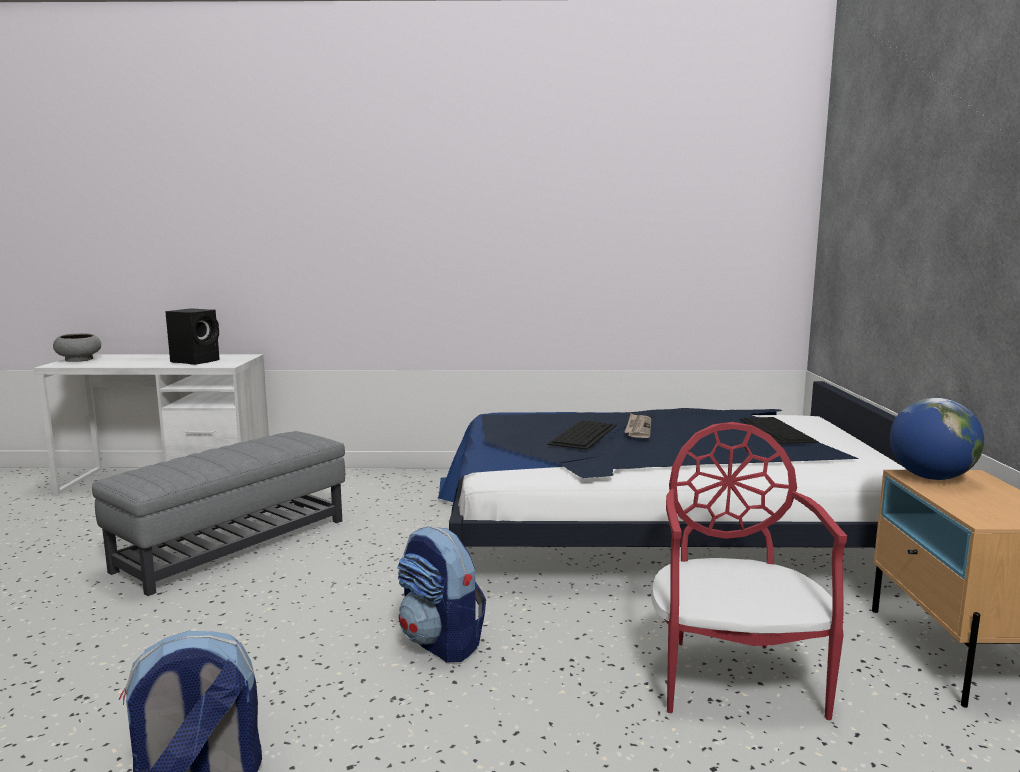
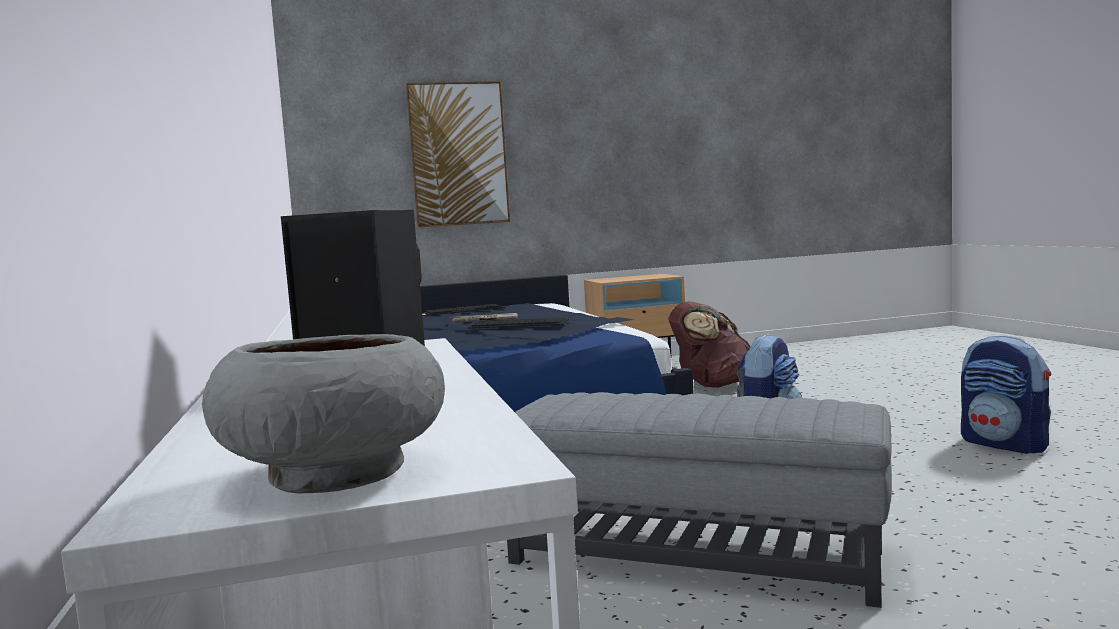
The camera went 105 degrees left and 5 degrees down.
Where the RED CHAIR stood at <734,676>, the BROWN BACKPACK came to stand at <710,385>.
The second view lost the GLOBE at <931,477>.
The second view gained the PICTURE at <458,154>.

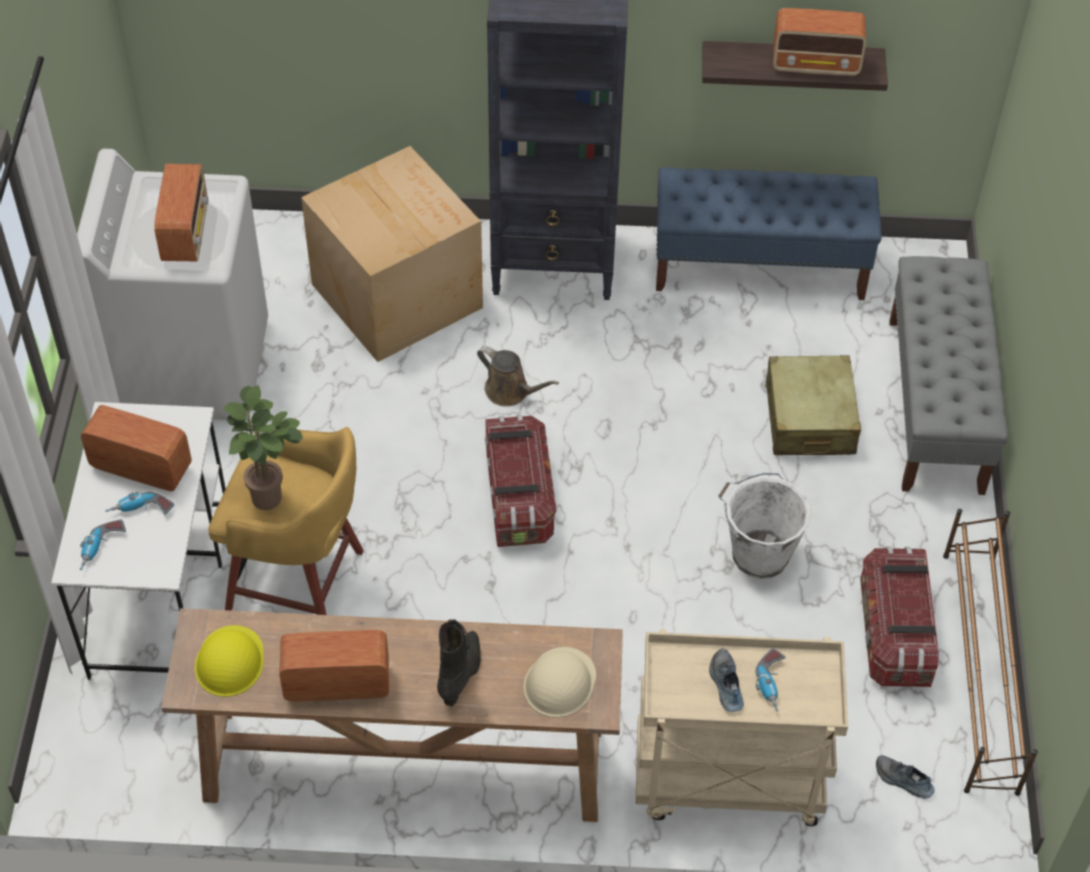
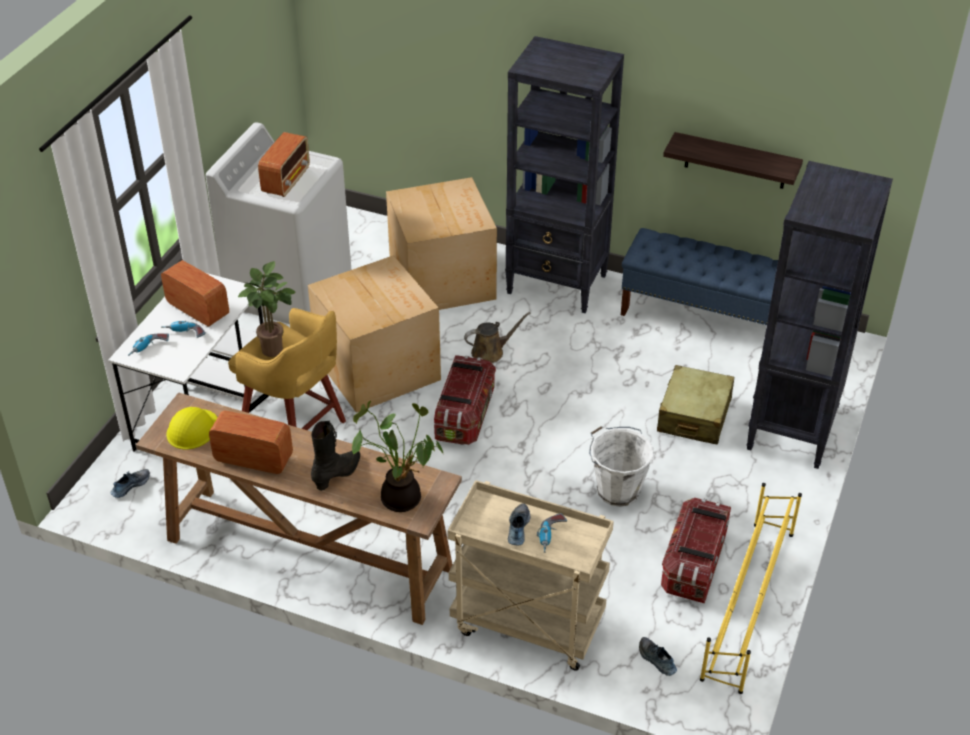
The camera went 20 degrees right and 10 degrees down.
The BROWN WATERING CAN at <510,391> ended up facing another way, 75 degrees counterclockwise from before.
Where the BEIGE HARD HAT stood at <559,682>, the POTTED PLANT came to stand at <401,496>.
The second view lost the RADIO at <816,64>.
Where the GREY BENCH stood at <935,405>, the BLACK BOOKCASE came to stand at <792,429>.
What was the BROWN SHOE RACK at <979,671> turned into the YELLOW SHOE RACK at <747,604>.
The second view gained the SHOE at <130,485>.
The second view gained the CARDBOARD BOX at <378,366>.

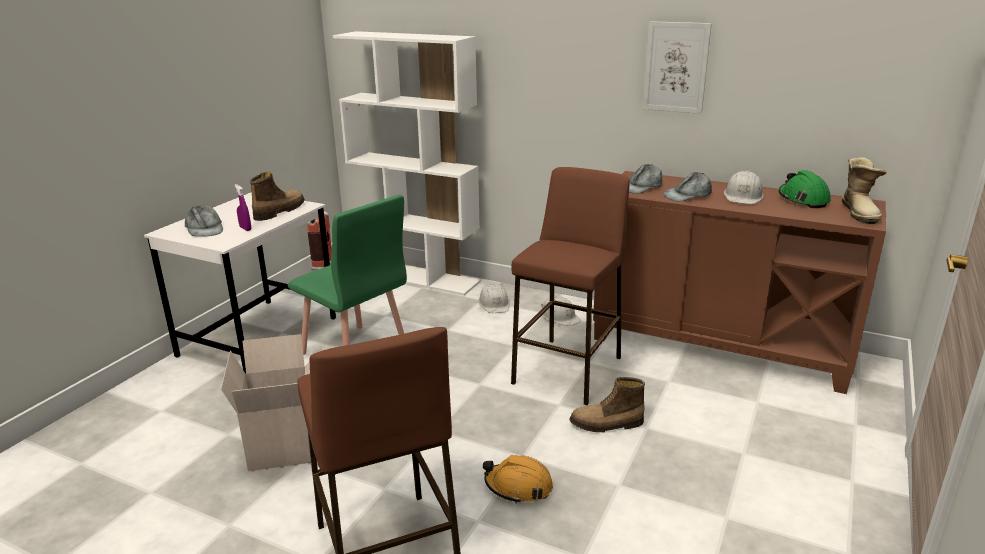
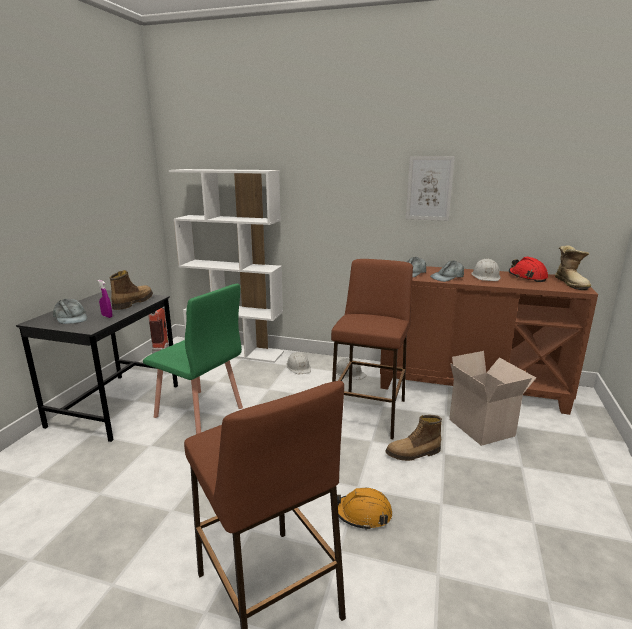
The camera went 10 degrees left and 5 degrees down.
What was the WHITE DESK at <259,336> turned into the BLACK DESK at <116,405>.
The CARDBOARD BOX ended up elsewhere, having gone from <285,445> to <483,427>.
What was the GREEN HARD HAT at <803,199> turned into the RED HARD HAT at <527,277>.

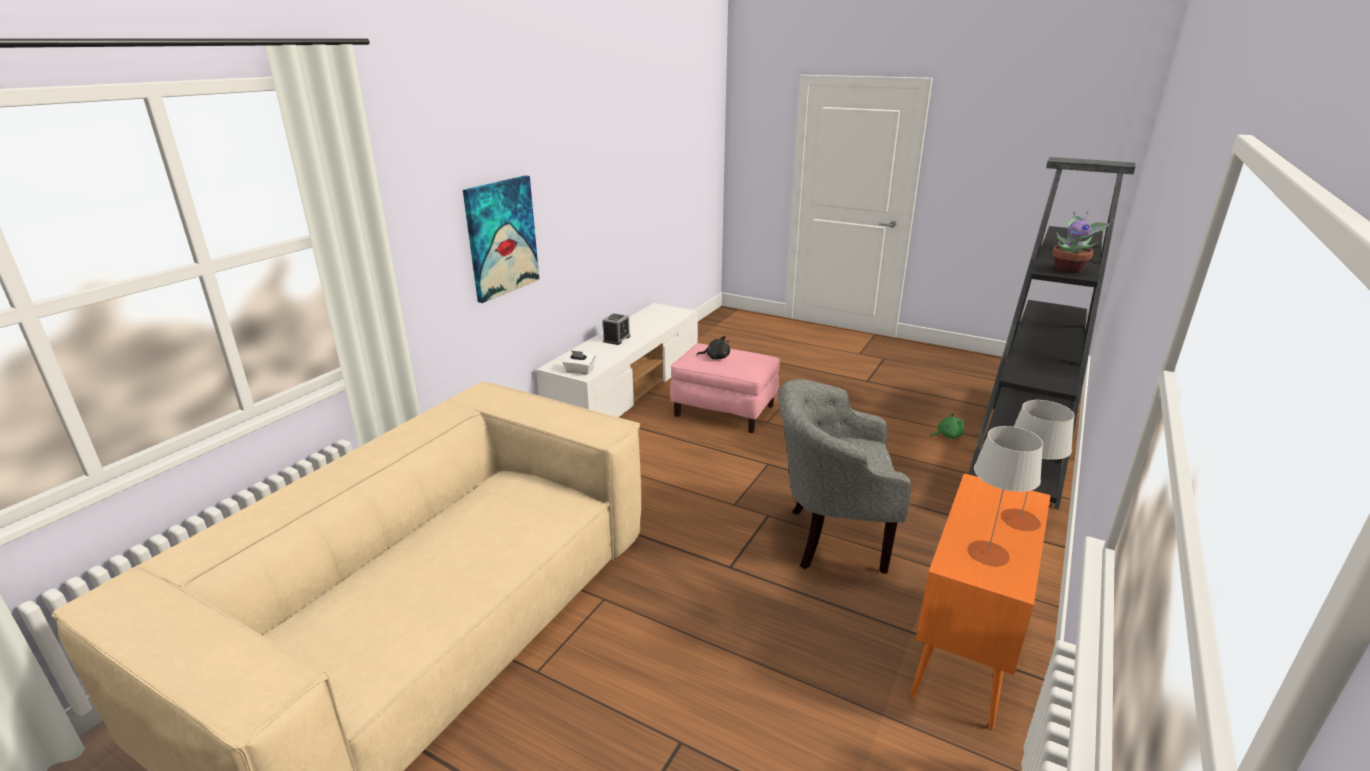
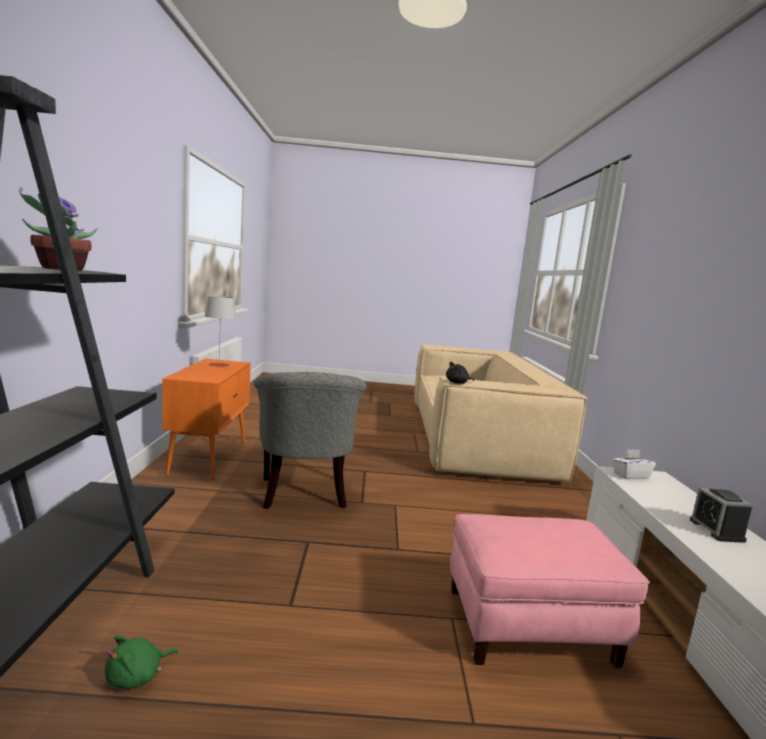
The camera went 150 degrees right and 15 degrees down.
The second view lost the PICTURE at <501,237>.
The BLACK PLUSH TOY ended up elsewhere, having gone from <716,357> to <458,383>.
The GREY ARMCHAIR at <829,539> ended up facing another way, 105 degrees clockwise from before.
The second view lost the GREY TABLE LAMP at <1020,520>.

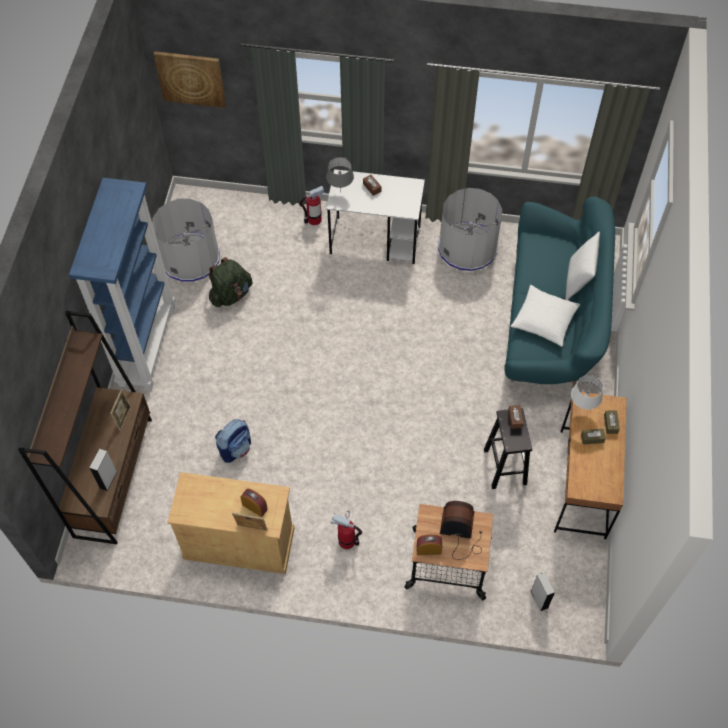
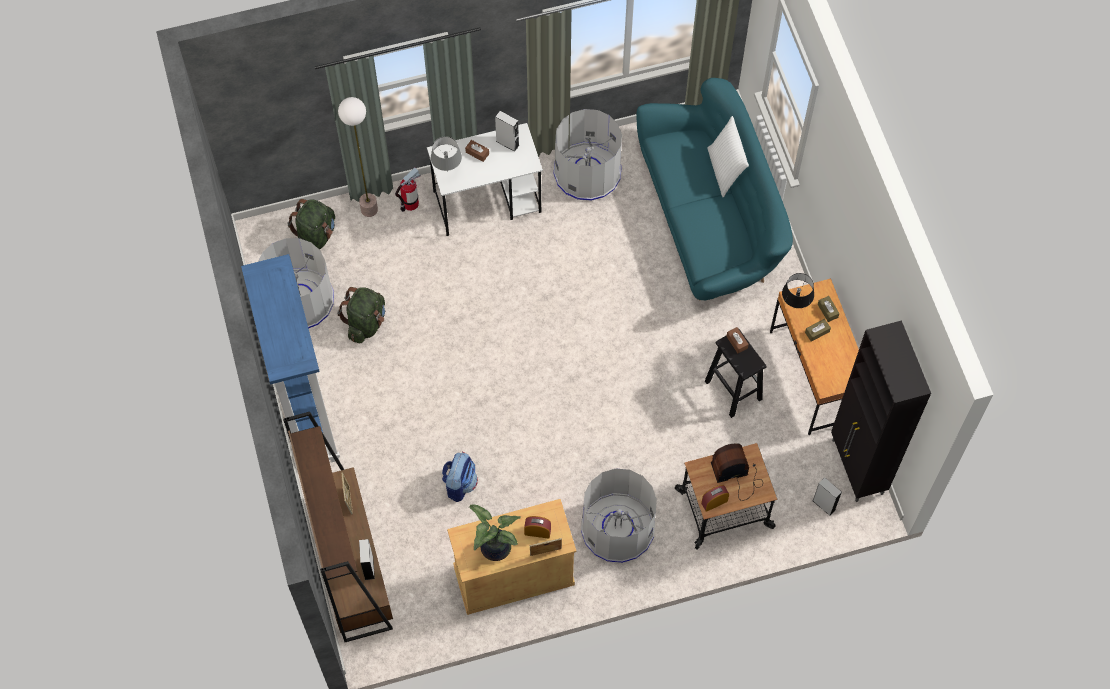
The camera went 25 degrees left and 5 degrees up.
The second view lost the PICTURE at <191,78>.
Where the FIRE EXTINGUISHER stood at <347,541>, the GREY TRASH CAN came to stand at <617,528>.
The second view lost the WHITE PILLOW at <544,320>.
What was the WHITE TABLE LAMP at <582,408> turned into the BLACK TABLE LAMP at <794,306>.
The second view gained the GREEN BACKPACK at <316,236>.
The second view gained the FLOOR LAMP at <369,209>.
The second view gained the POTTED PLANT at <493,548>.
The second view gained the GREY SPEAKER at <507,143>.
The second view gained the BLACK CABINET at <857,468>.

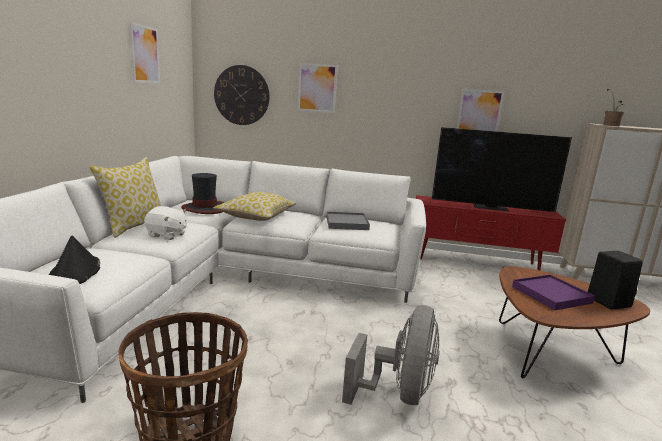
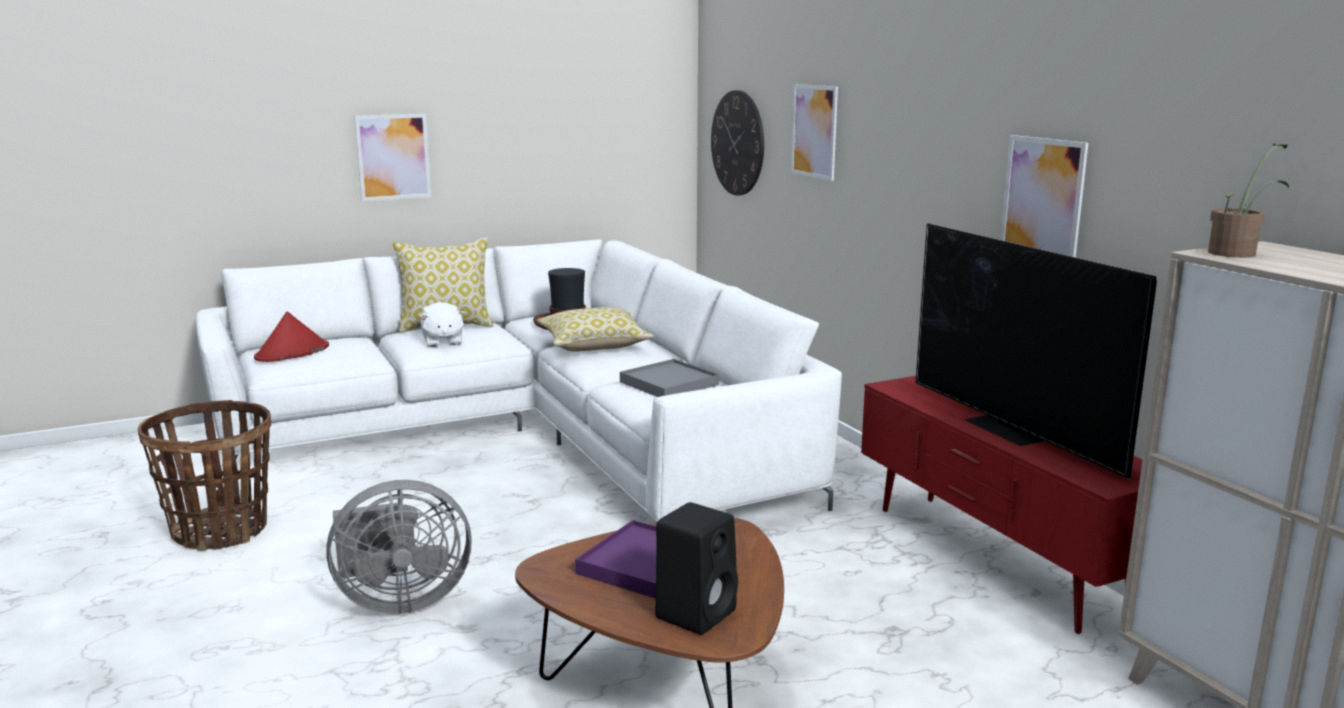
The camera went 55 degrees right and 0 degrees up.
What was the BLACK HAT at <75,272> turned into the RED HAT at <292,352>.
The PICTURE ended up elsewhere, having gone from <145,54> to <393,157>.

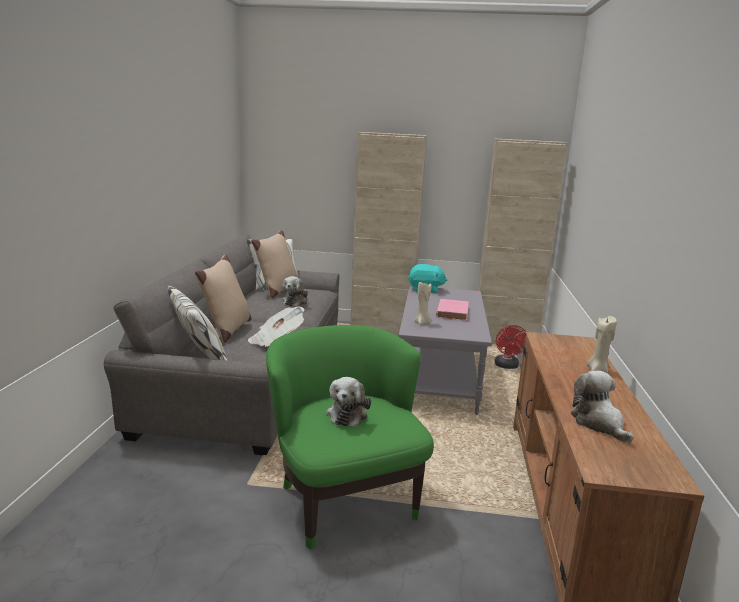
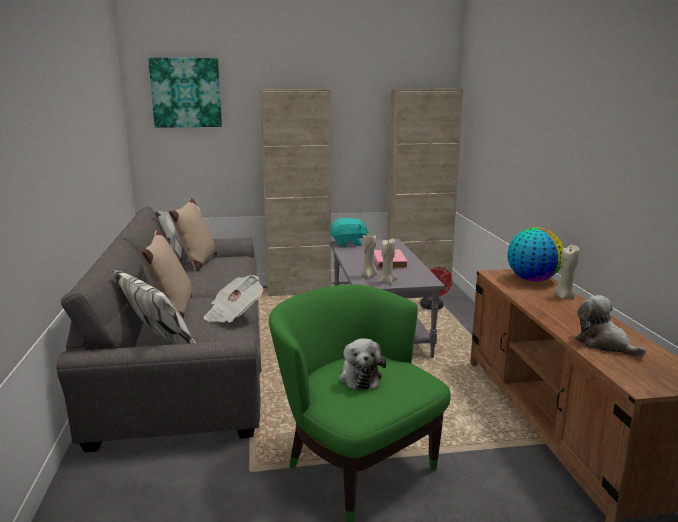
The camera went 15 degrees left and 0 degrees up.
The second view lost the PLUSH TOY at <296,302>.
The second view gained the PICTURE at <186,93>.
The second view gained the BEIGE CANDLE at <386,282>.
The second view gained the GLOBE at <532,280>.

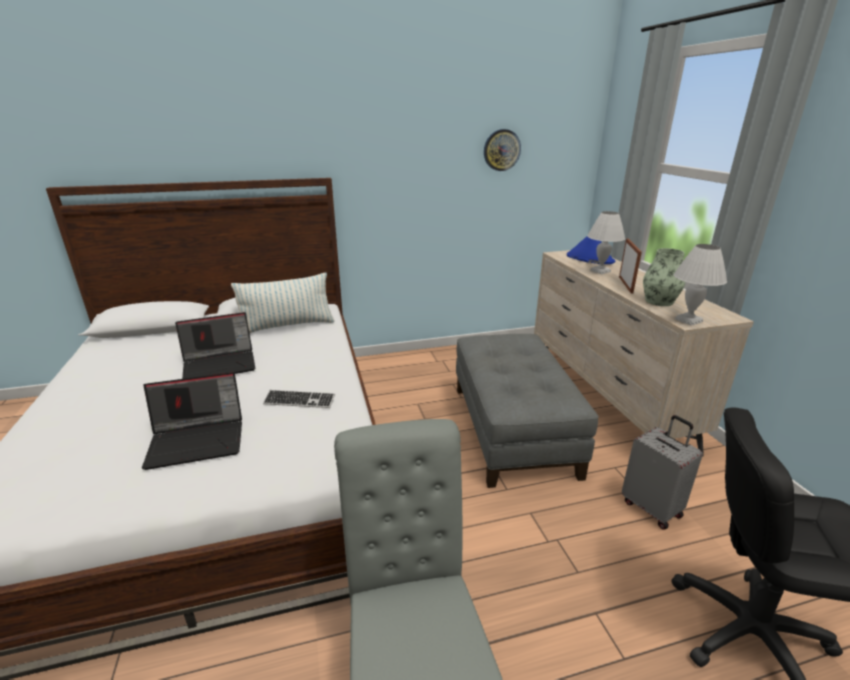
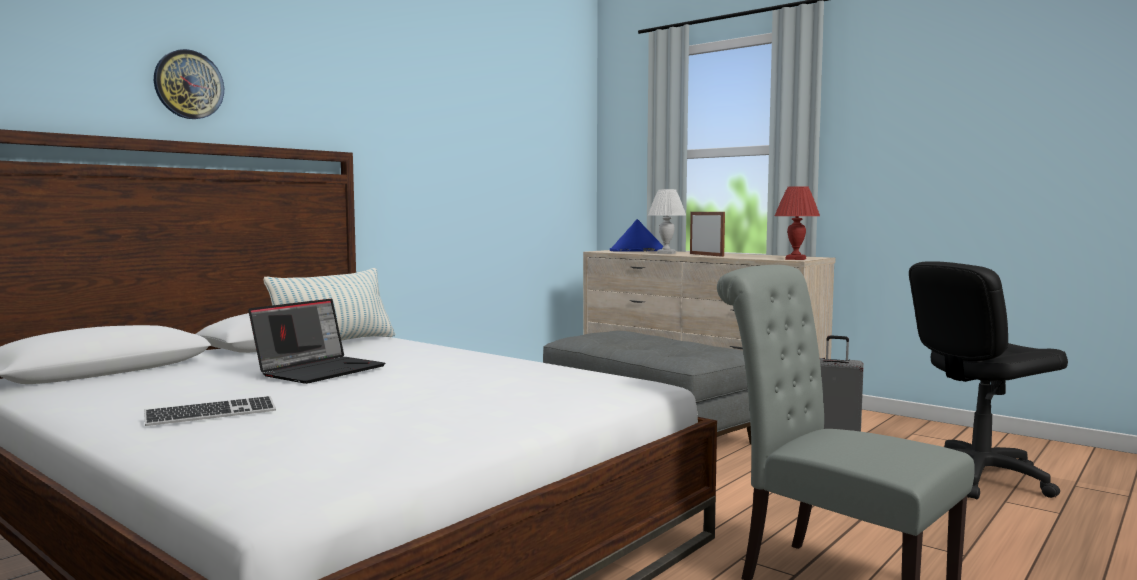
The camera went 35 degrees left and 20 degrees down.
The second view lost the LAPTOP at <198,440>.
The KEYBOARD ended up elsewhere, having gone from <299,400> to <211,414>.
The WALL CLOCK ended up elsewhere, having gone from <501,150> to <188,84>.
The second view lost the VASE at <659,301>.
What was the WHITE TABLE LAMP at <688,320> turned into the RED TABLE LAMP at <796,259>.

